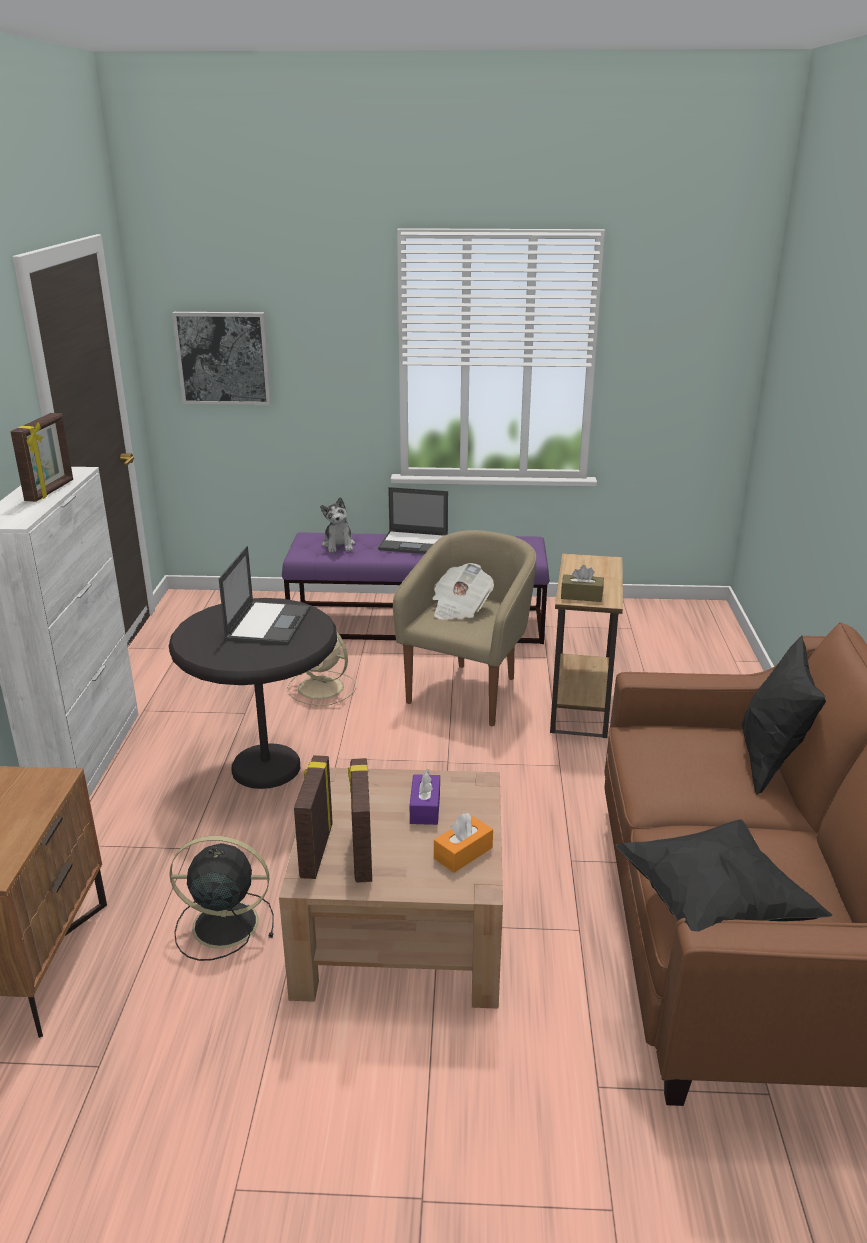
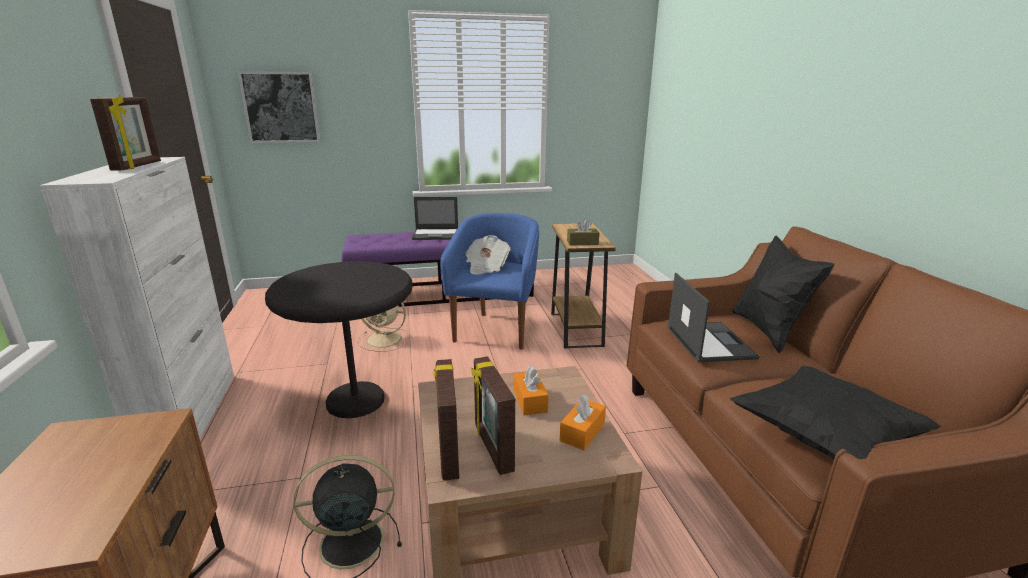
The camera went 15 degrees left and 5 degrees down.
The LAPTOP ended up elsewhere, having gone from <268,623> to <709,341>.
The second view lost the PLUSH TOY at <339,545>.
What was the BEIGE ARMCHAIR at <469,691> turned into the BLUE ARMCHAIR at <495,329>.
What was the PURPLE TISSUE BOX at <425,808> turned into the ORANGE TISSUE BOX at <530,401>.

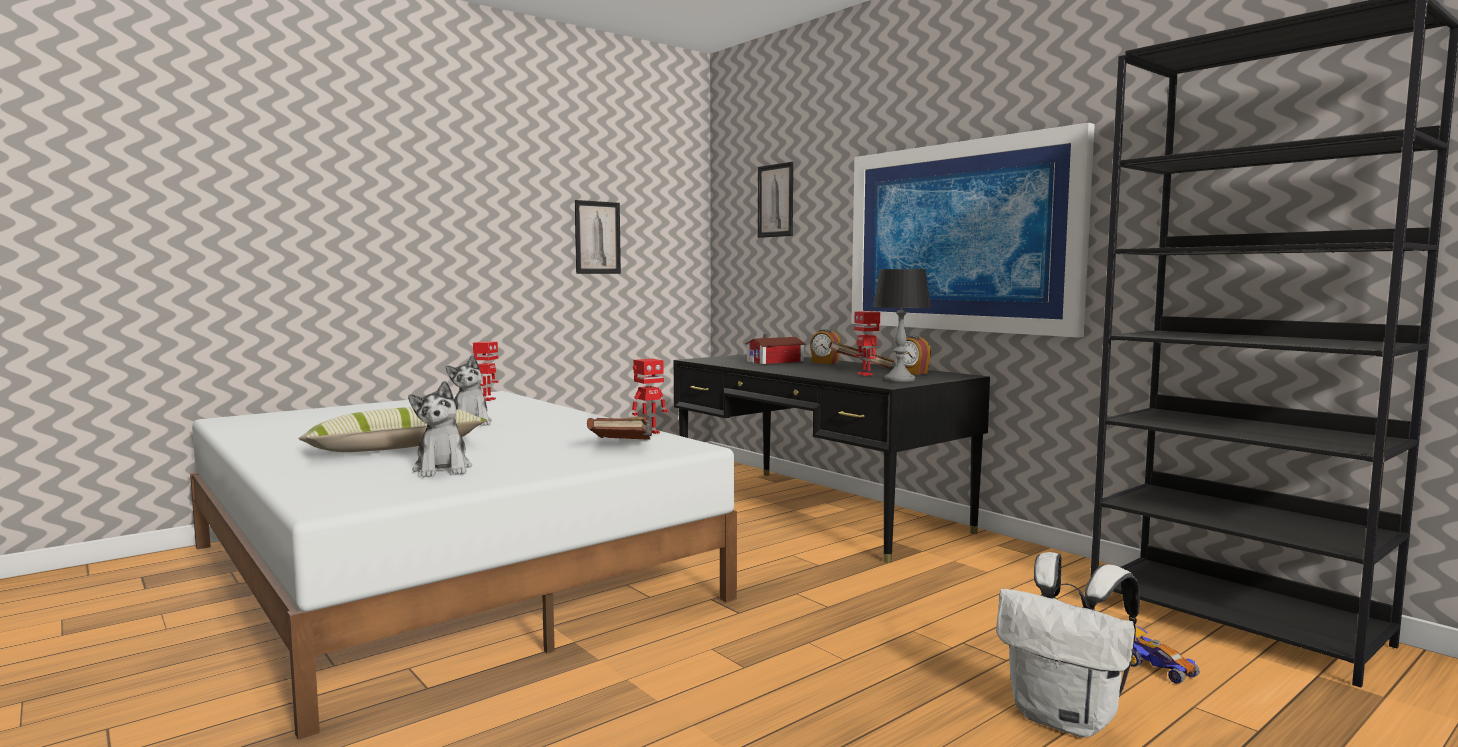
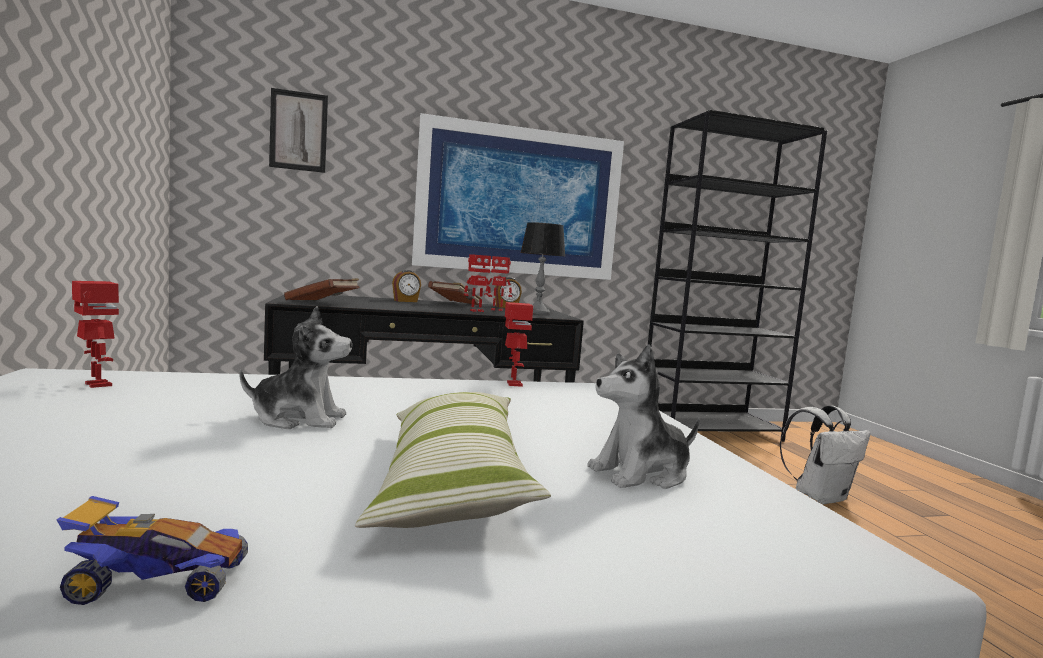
The camera went 65 degrees left and 0 degrees up.
The PLUSH TOY at <443,469> ended up facing another way, 150 degrees clockwise from before.
The second view lost the PICTURE at <597,237>.
The BROWN BOOK ended up elsewhere, having gone from <623,446> to <322,303>.
The second view lost the TOY HOUSE at <777,361>.
The TOY CAR ended up elsewhere, having gone from <1158,669> to <156,581>.
The second view gained the TOY ROBOT at <476,311>.

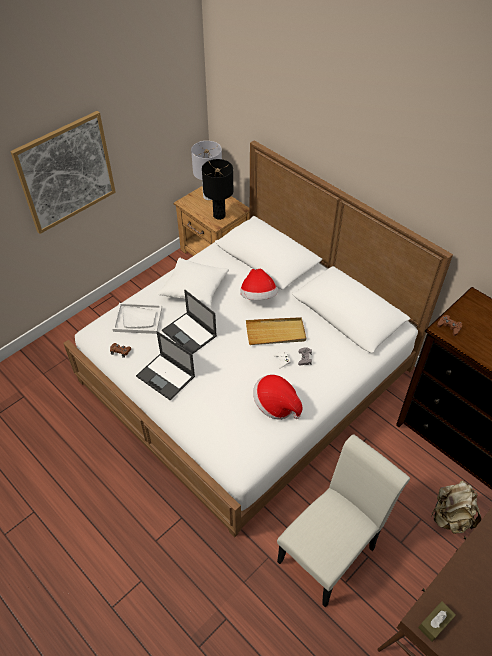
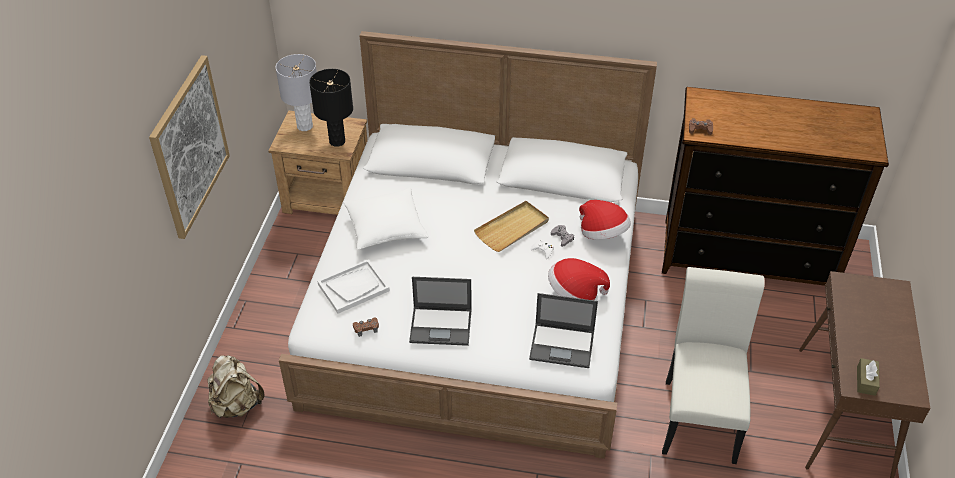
The camera went 35 degrees left and 5 degrees down.
The LAPTOP ended up elsewhere, having gone from <190,334> to <563,345>.
The HAT ended up elsewhere, having gone from <258,296> to <602,234>.
The BEIGE BACKPACK ended up elsewhere, having gone from <451,517> to <236,404>.

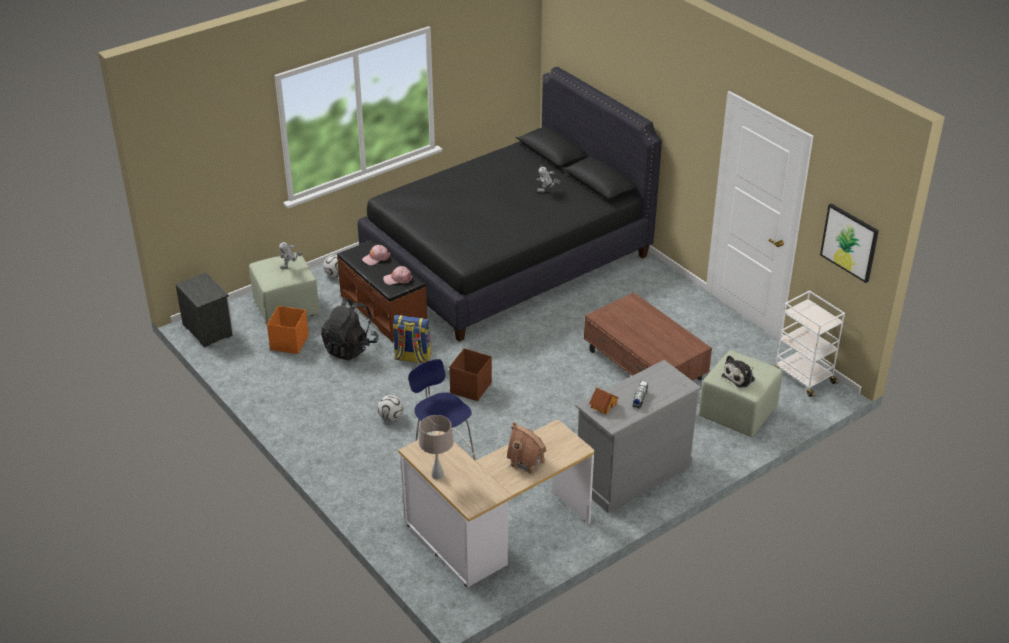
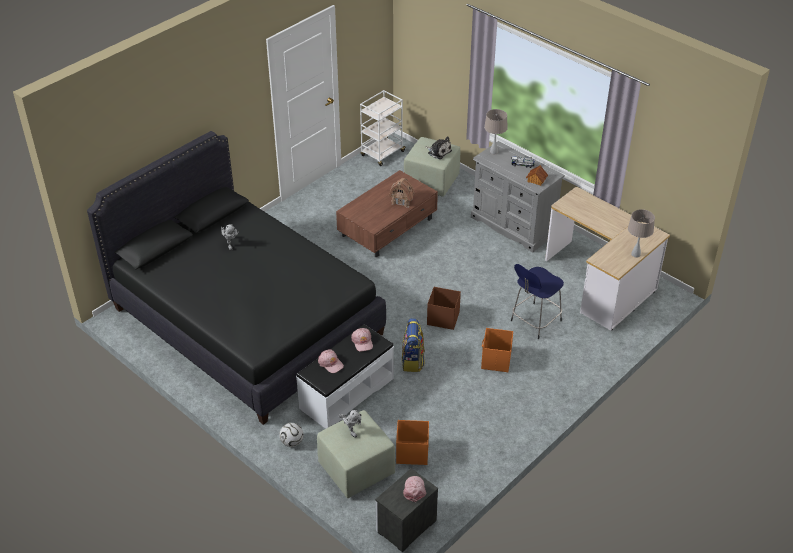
The camera went 100 degrees left and 5 degrees up.
The second view lost the BLACK BACKPACK at <350,348>.
What was the BROWN BENCH at <384,310> turned into the WHITE BENCH at <346,393>.
Where the FOOTBALL stood at <390,417>, the ORANGE STORAGE BOX came to stand at <495,361>.
The TOY HOUSE ended up elsewhere, having gone from <526,462> to <402,200>.
The second view lost the PICTURE at <849,242>.
The second view gained the PINK CAP at <414,490>.
The second view gained the BEIGE TABLE LAMP at <494,151>.

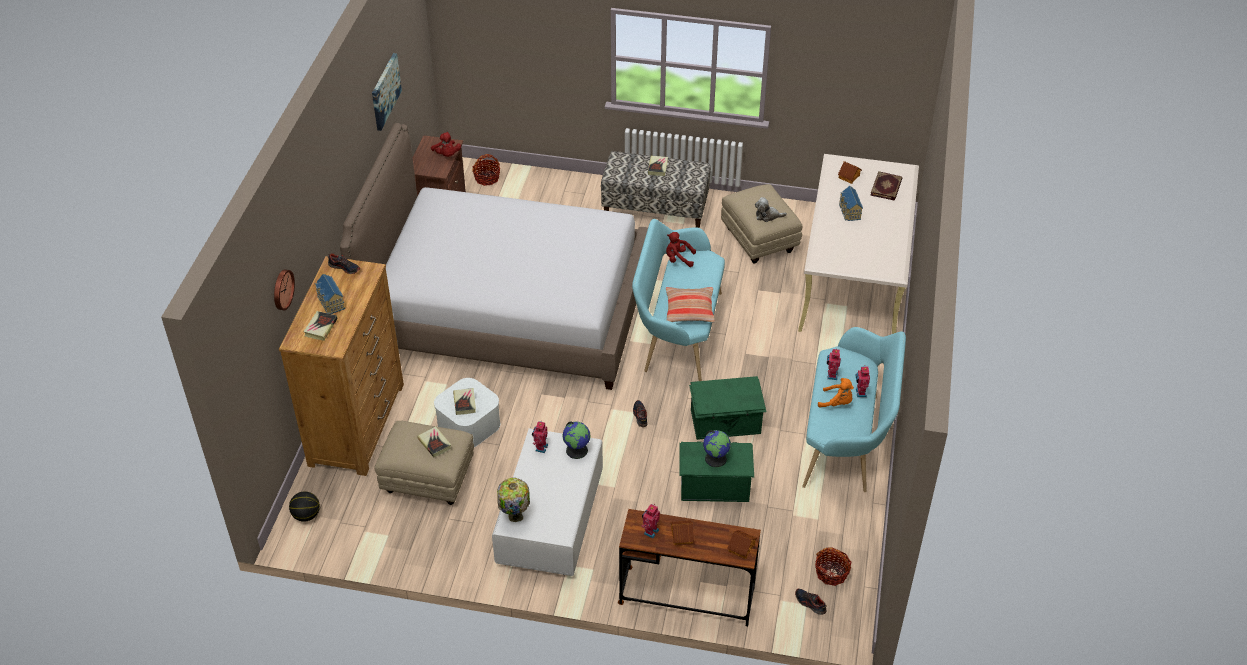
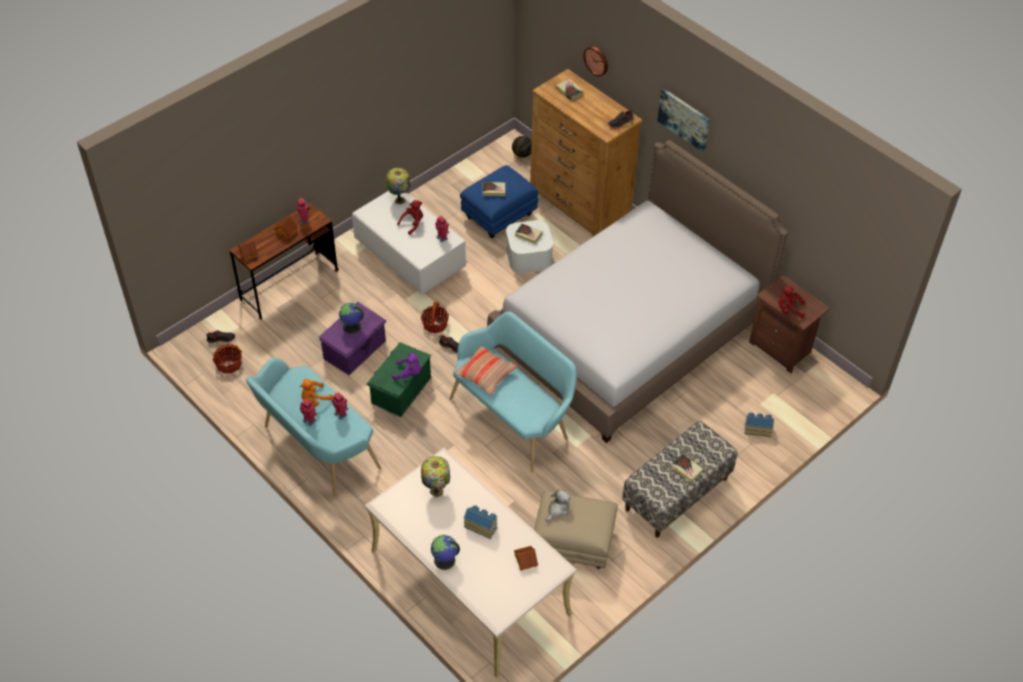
The camera went 125 degrees right and 5 degrees up.
The TOY HOUSE ended up elsewhere, having gone from <330,302> to <757,429>.
The PICTURE ended up elsewhere, having gone from <385,91> to <684,119>.
What was the BEIGE OTTOMAN at <429,480> turned into the BLUE OTTOMAN at <498,216>.
The BASKET ended up elsewhere, having gone from <487,178> to <435,324>.
The GLOBE ended up elsewhere, having gone from <577,450> to <444,560>.
The RED PLUSH TOY ended up elsewhere, having gone from <678,259> to <413,223>.
What was the GREEN STORAGE BOX at <714,484> turned into the PURPLE STORAGE BOX at <355,350>.
The second view lost the BOOK at <886,187>.
The second view gained the PURPLE PLUSH TOY at <409,373>.
The second view gained the TABLE LAMP at <437,490>.

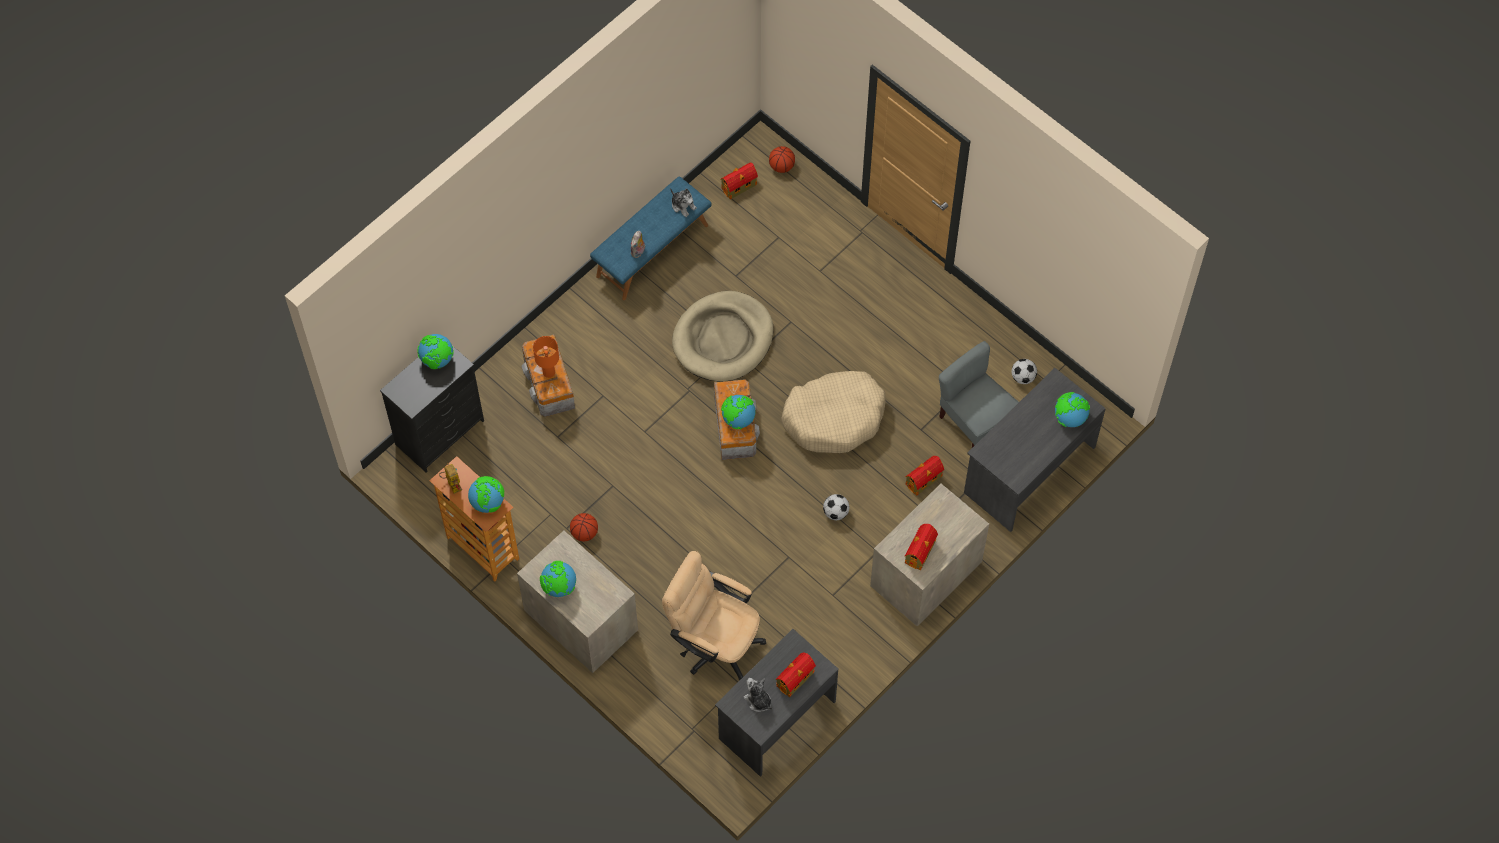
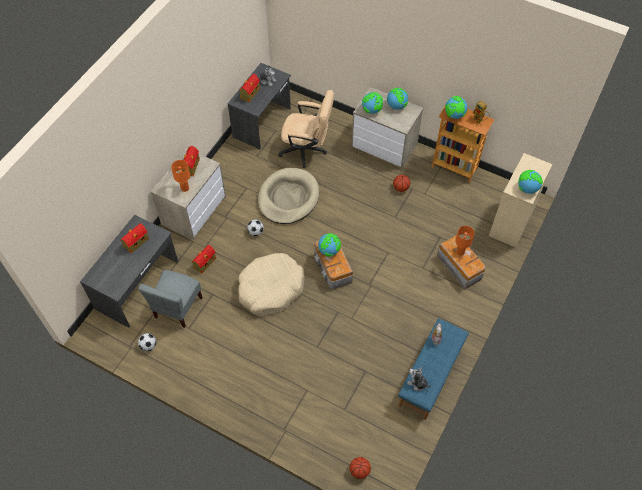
The camera went 165 degrees right and 5 degrees down.
What was the BLACK DRESSER at <440,433> turned into the BEIGE DRESSER at <510,222>.
The BEIGE DOG BED ended up elsewhere, having gone from <723,339> to <288,198>.
The TOY HOUSE ended up elsewhere, having gone from <739,186> to <135,243>.
The GREY CHAIR at <975,421> ended up facing another way, 75 degrees clockwise from before.
The GLOBE ended up elsewhere, having gone from <1069,418> to <372,110>.
The second view gained the ORANGE TABLE LAMP at <185,188>.

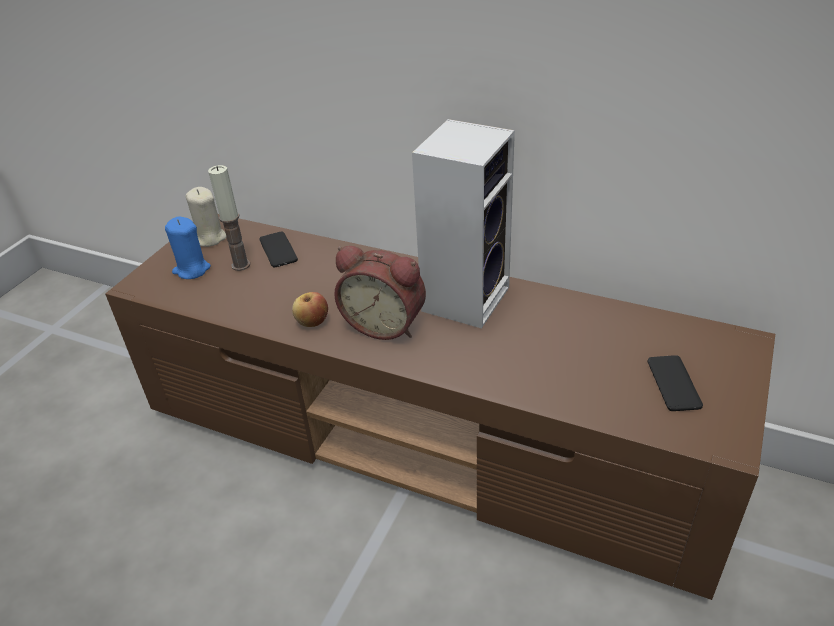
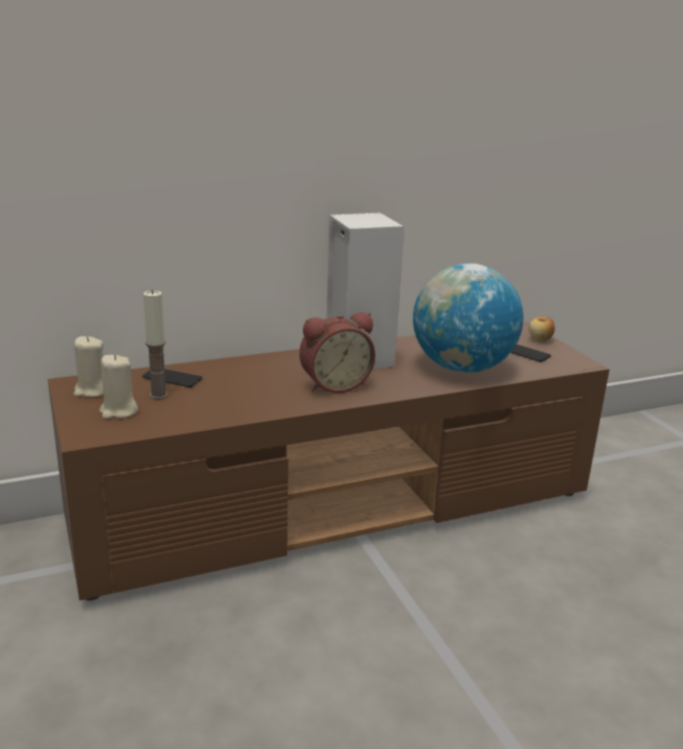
The camera went 50 degrees left and 15 degrees down.
What was the BLUE CANDLE at <192,270> turned into the BEIGE CANDLE at <119,411>.
The APPLE ended up elsewhere, having gone from <312,322> to <540,340>.
The second view gained the GLOBE at <461,368>.

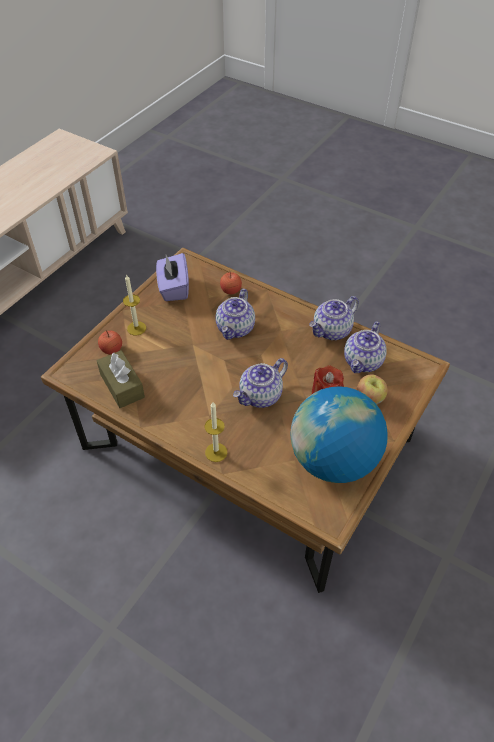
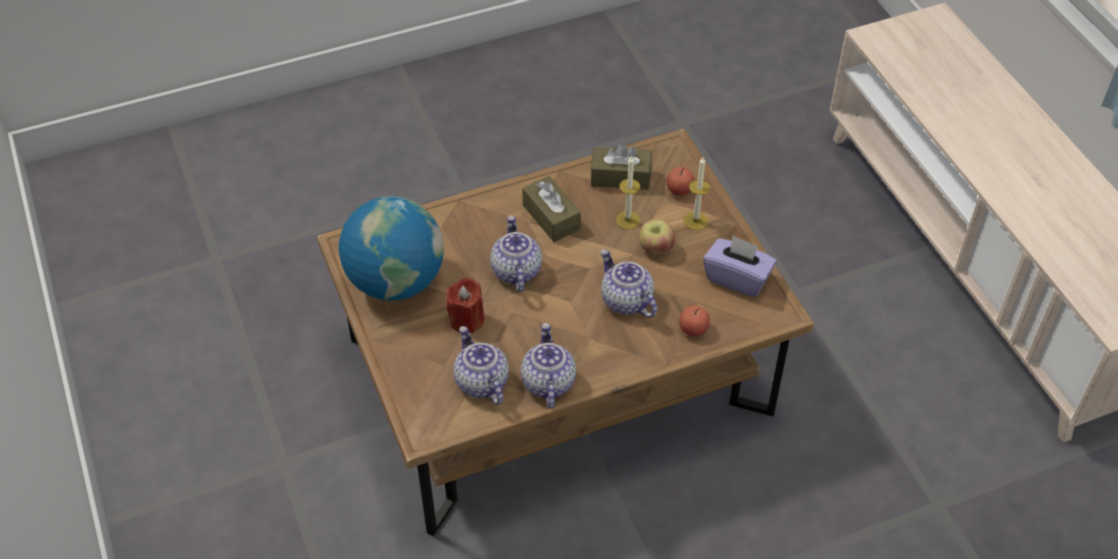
The camera went 125 degrees right and 0 degrees up.
The CANDLE ended up elsewhere, having gone from <216,452> to <627,220>.
The APPLE ended up elsewhere, having gone from <369,399> to <655,249>.
The second view gained the BROWN TISSUE BOX at <551,217>.

